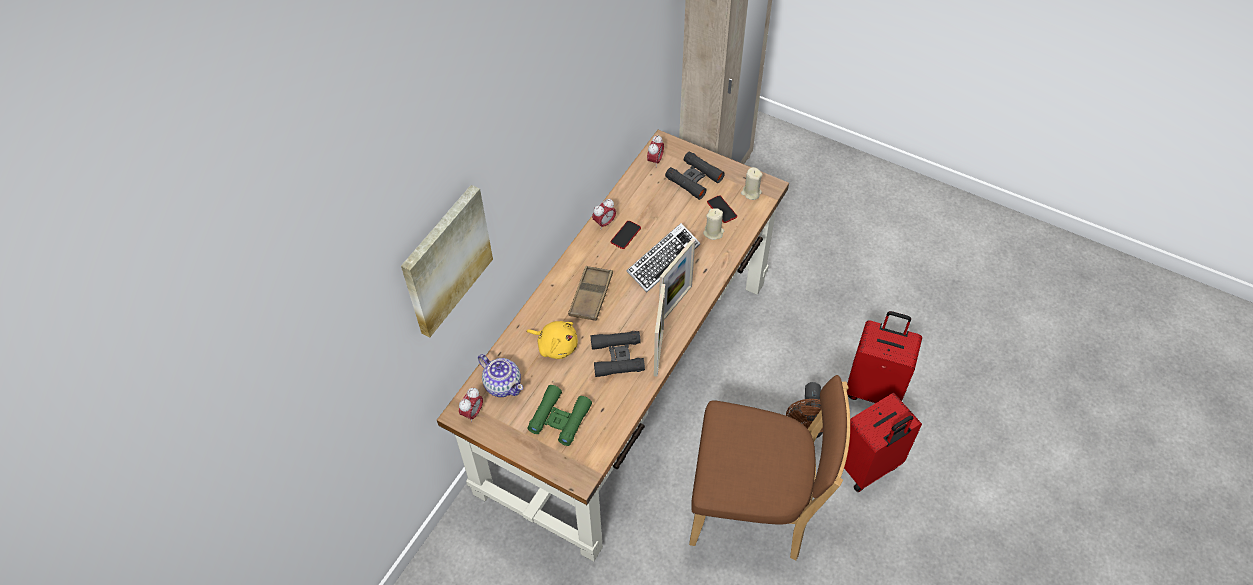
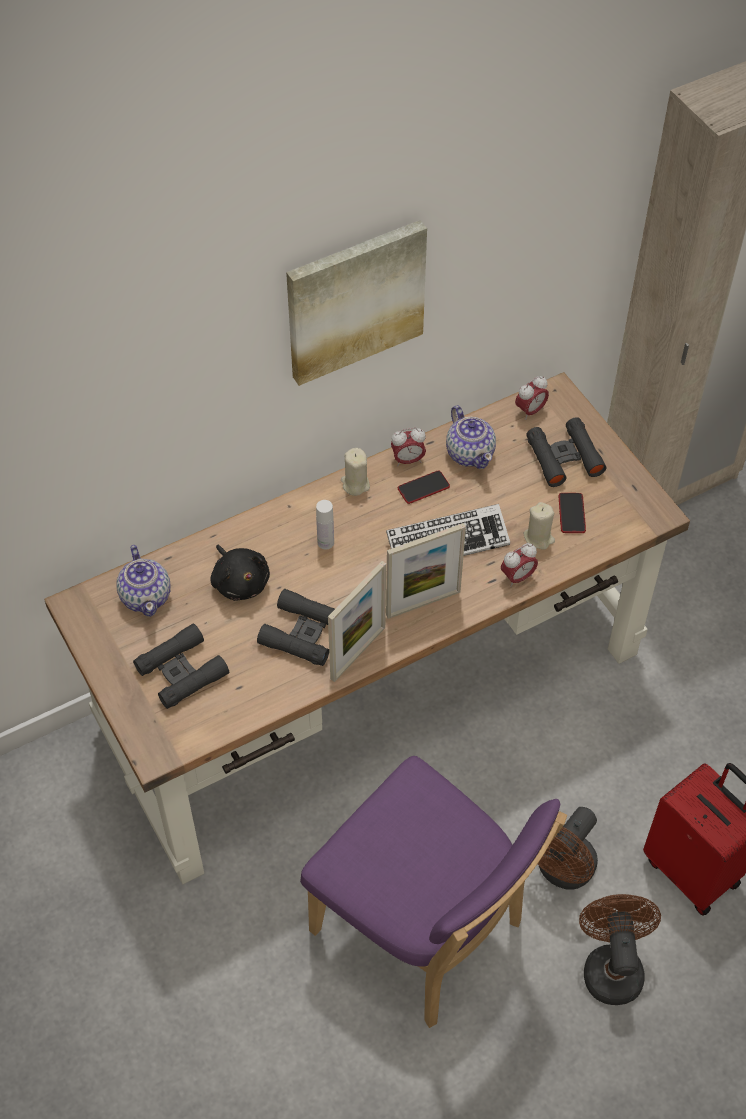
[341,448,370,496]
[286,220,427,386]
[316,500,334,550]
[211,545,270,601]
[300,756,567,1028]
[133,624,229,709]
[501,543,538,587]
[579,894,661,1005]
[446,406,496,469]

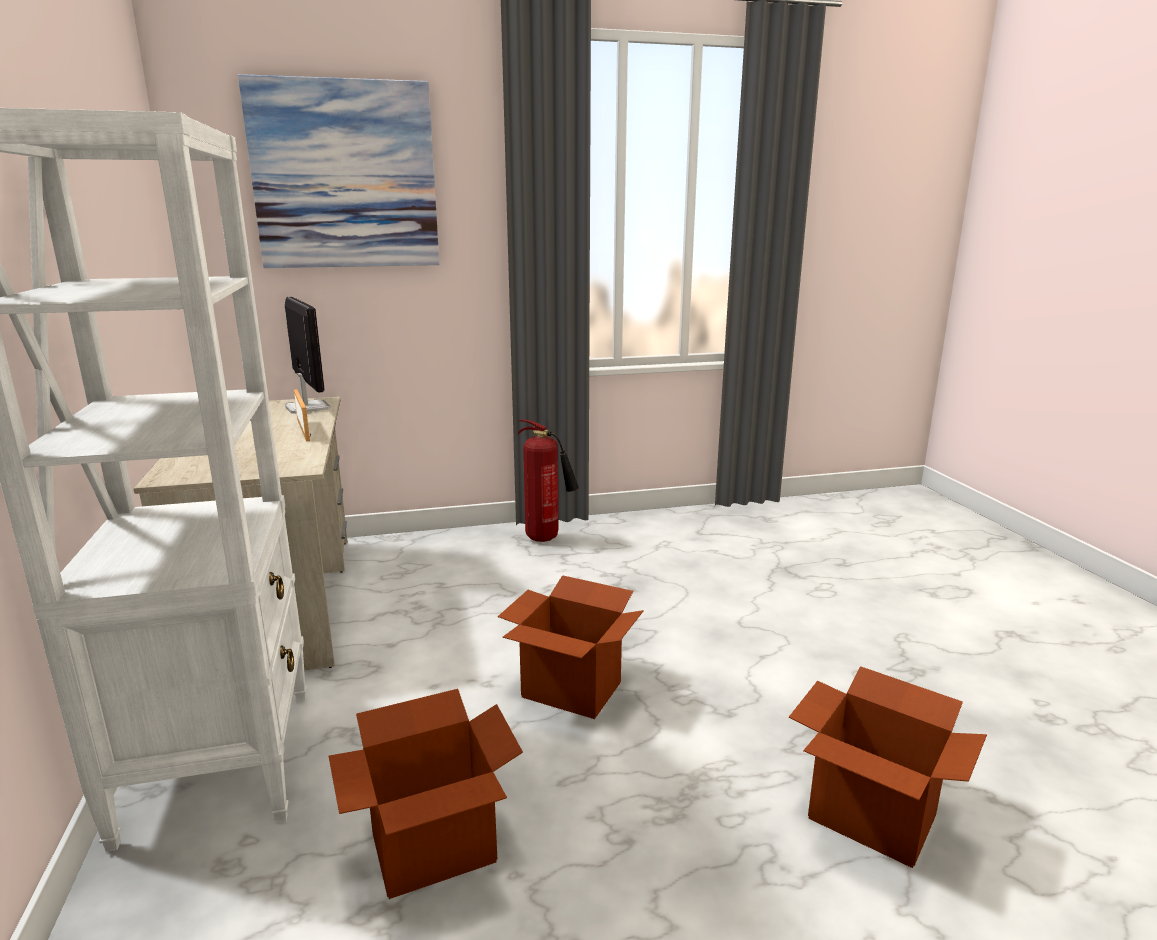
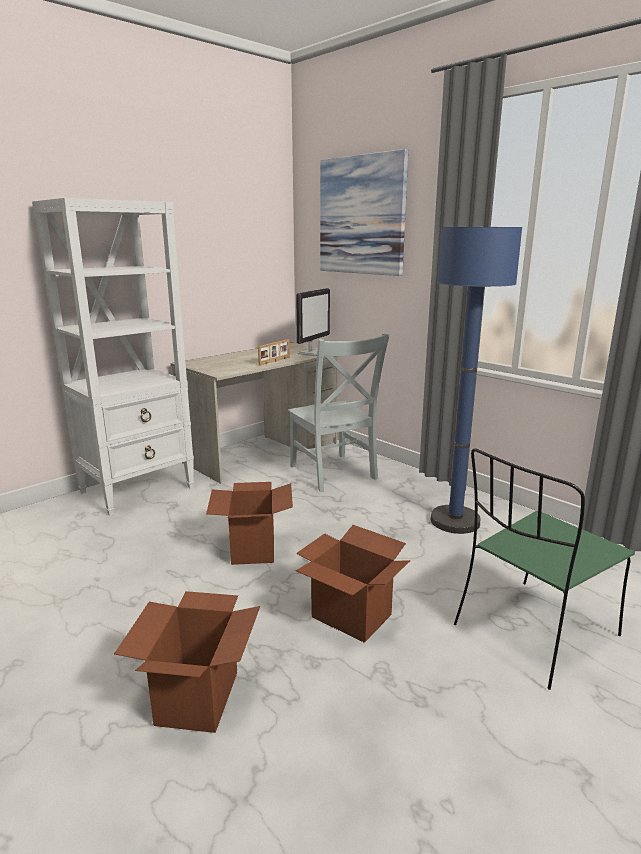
[518,419,579,542] (first image)
[296,525,410,643]
[430,226,522,534]
[288,333,390,492]
[454,449,635,690]

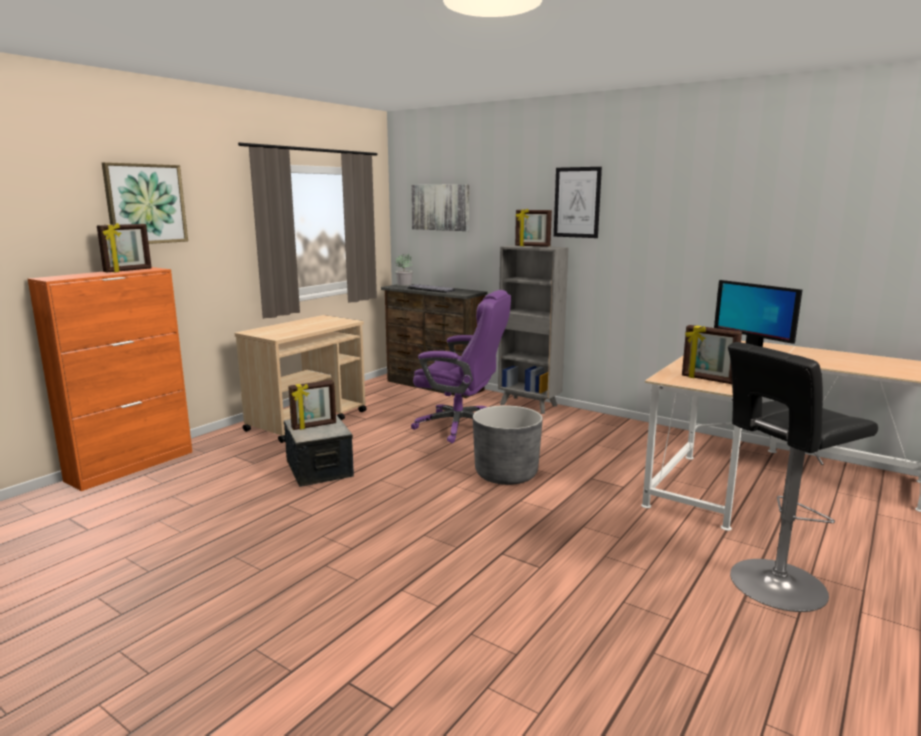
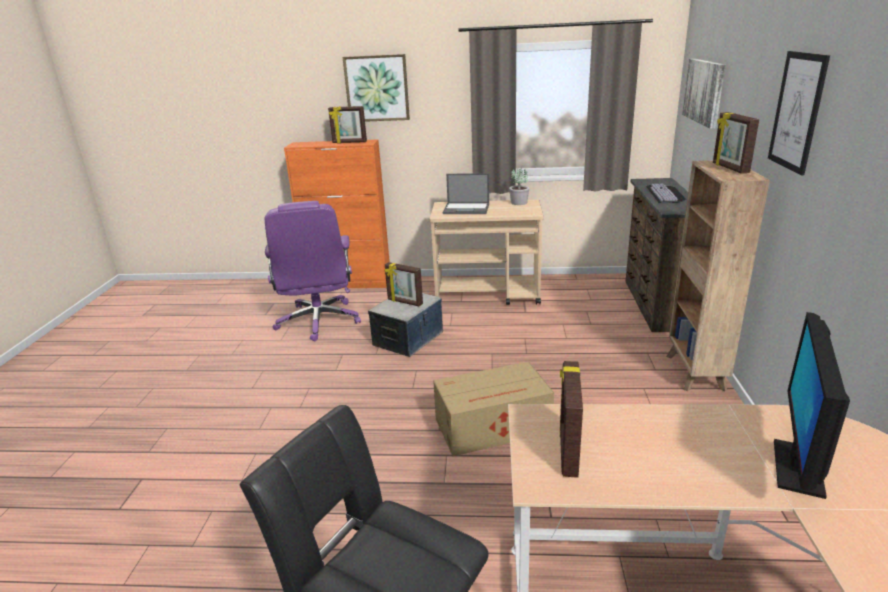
[666,160,770,392]
[509,168,529,205]
[265,201,361,341]
[433,362,554,456]
[443,173,489,214]

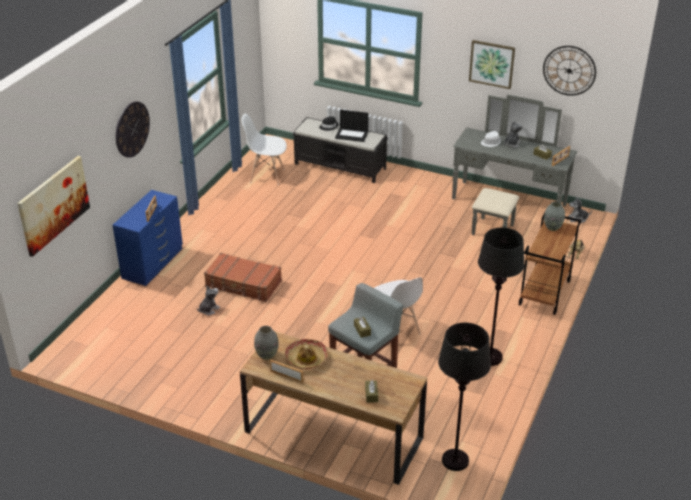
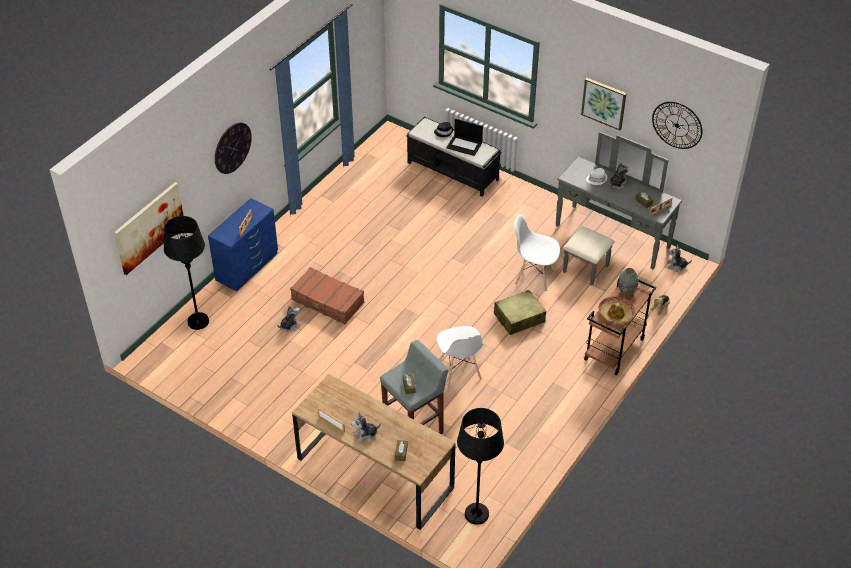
[514,214,560,291]
[164,216,209,330]
[254,326,278,360] (first image)
[598,296,634,323]
[494,290,546,335]
[351,412,381,443]

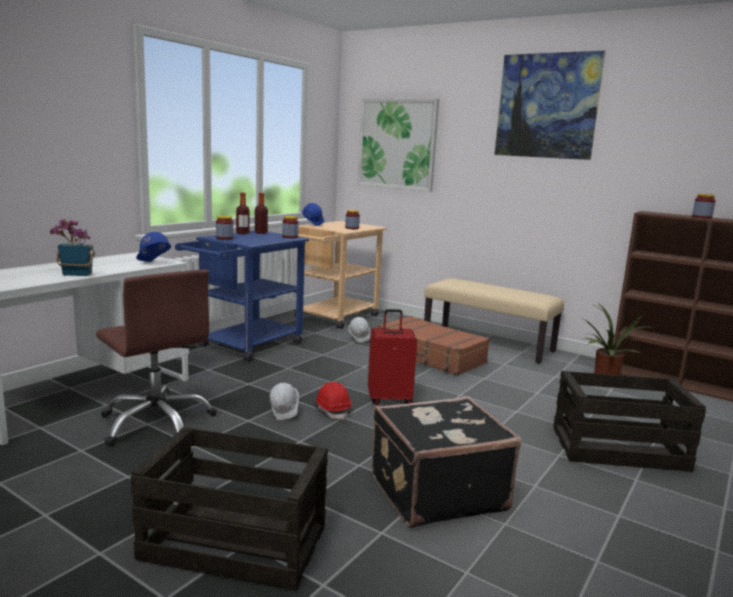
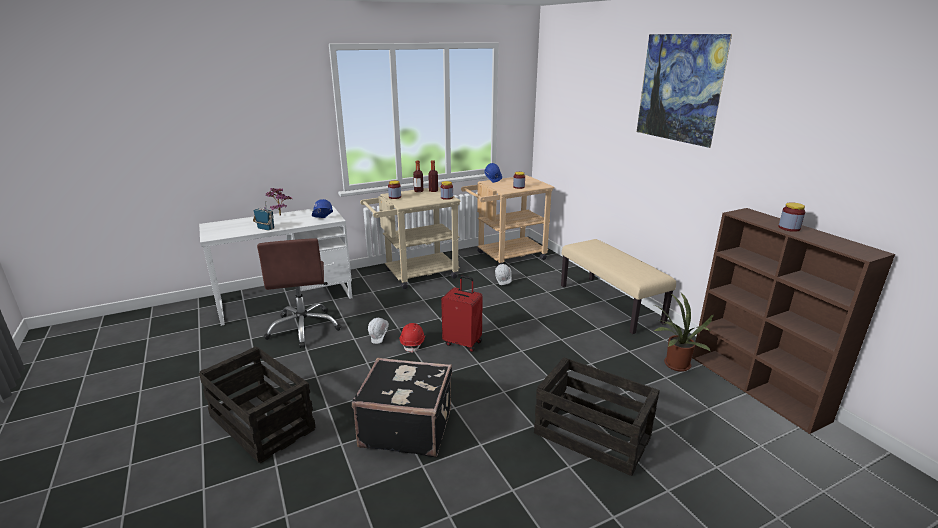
[358,98,439,192] (first image)
[360,187,461,289]
[378,316,490,376] (first image)

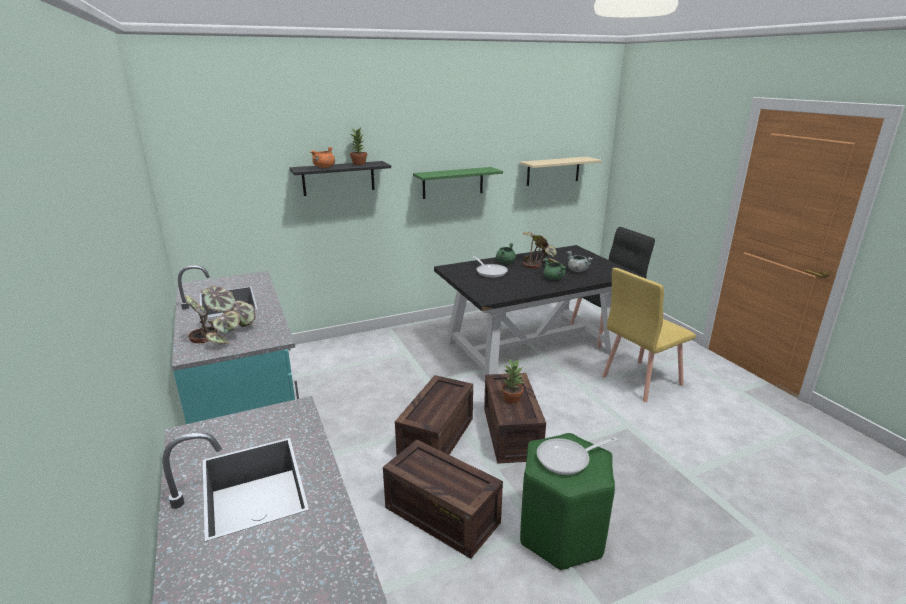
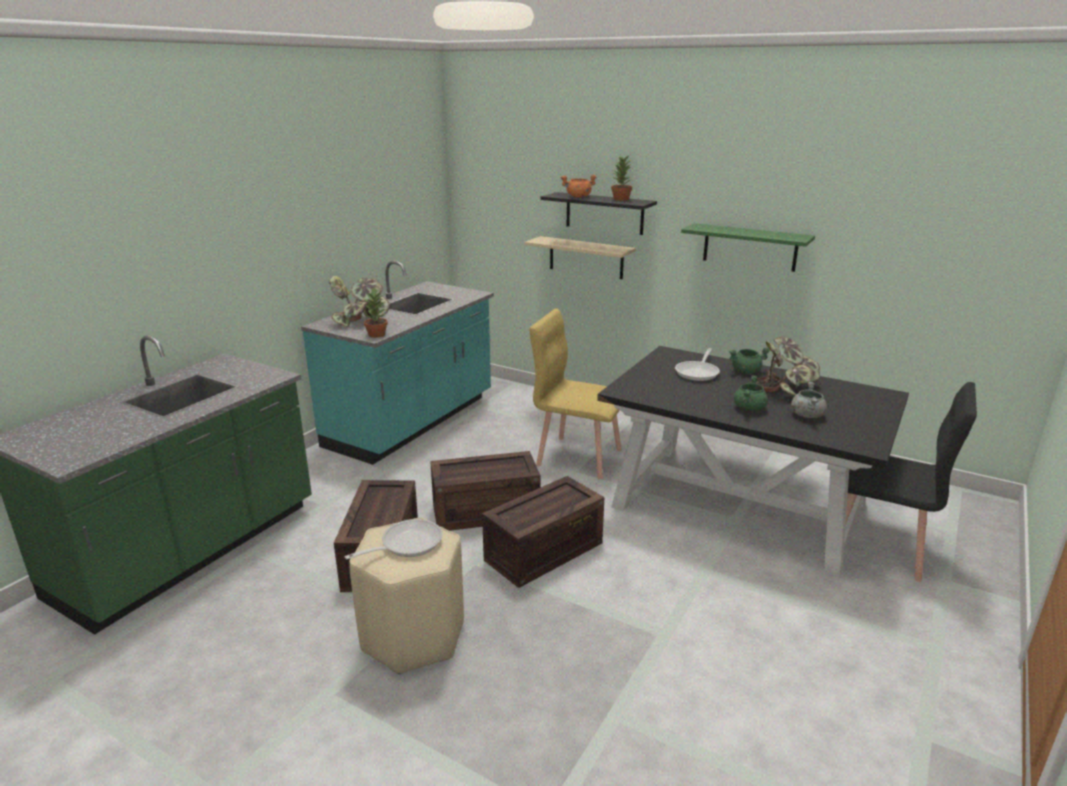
[524,236,636,279]
[530,308,621,479]
[364,288,388,338]
[350,517,464,674]
[345,519,443,559]

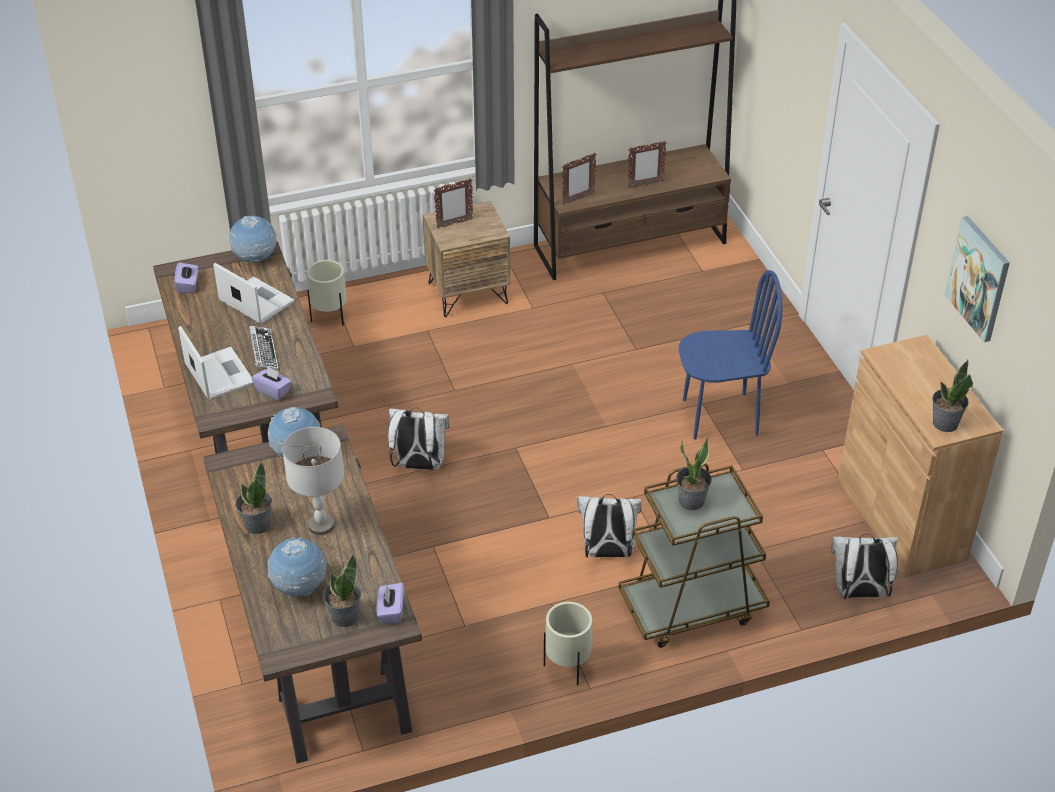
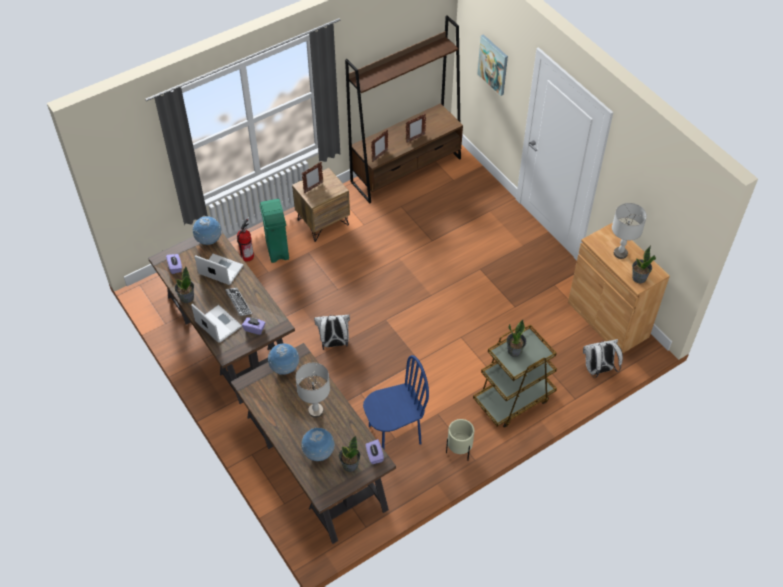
[478,34,508,96]
[237,219,254,262]
[363,355,429,449]
[175,267,194,303]
[577,494,642,557] (first image)
[260,199,289,263]
[612,203,647,259]

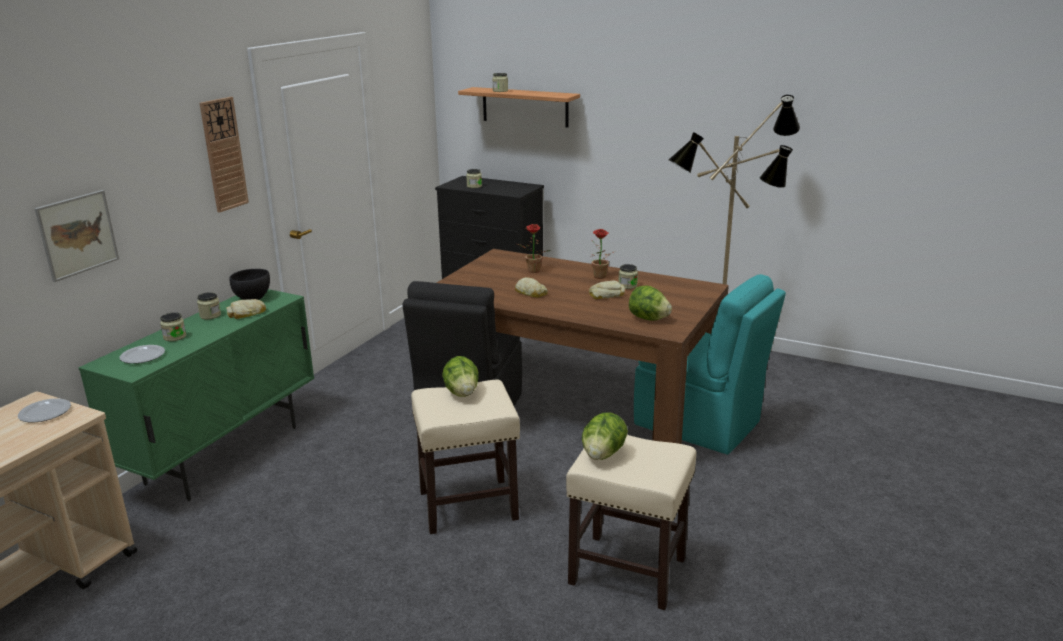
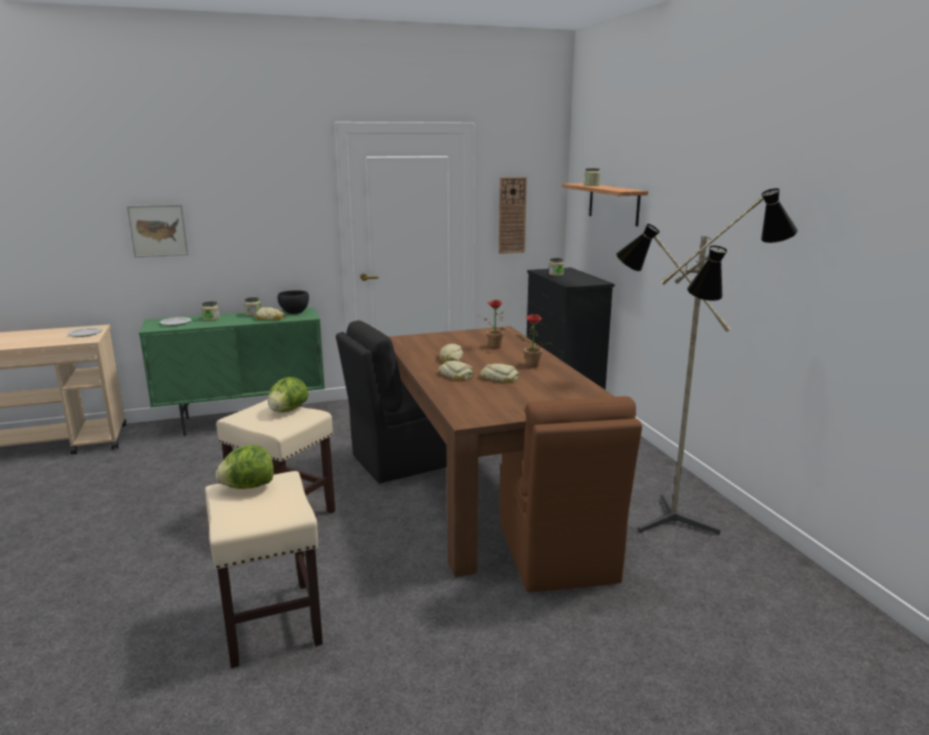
[499,177,527,254]
[618,264,638,289] (first image)
[500,396,642,592]
[629,285,672,321] (first image)
[438,361,474,381]

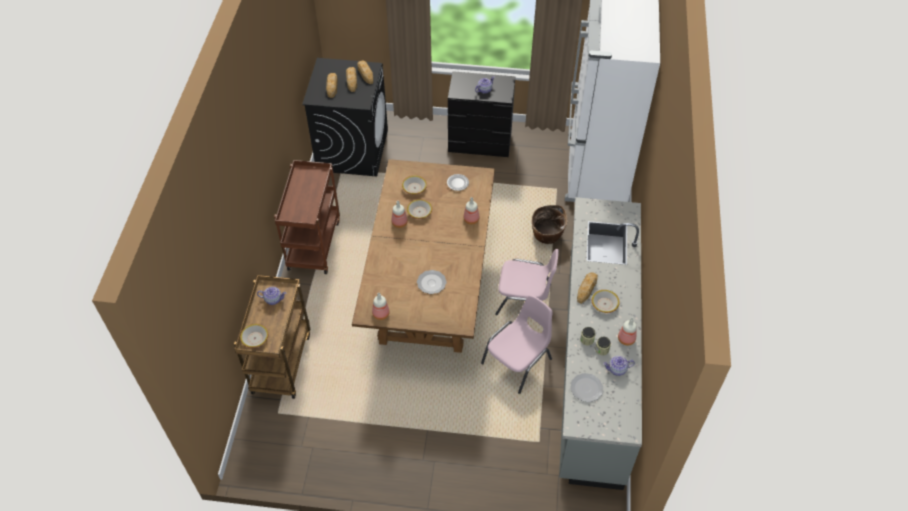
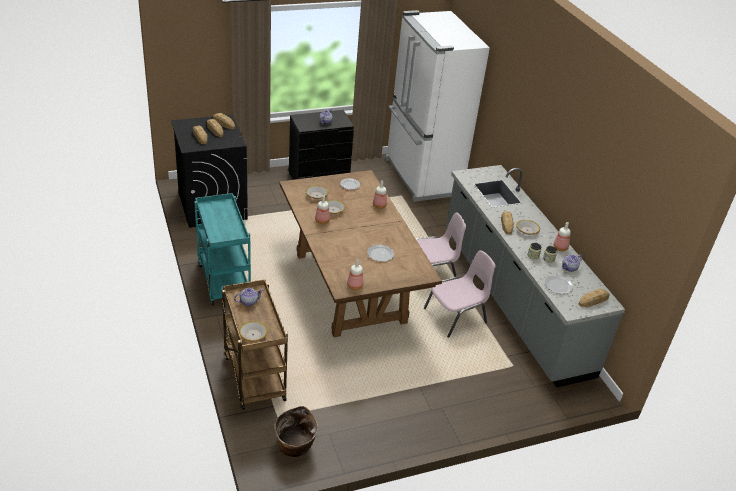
[194,193,251,306]
[275,406,318,457]
[424,250,496,337]
[578,289,610,307]

